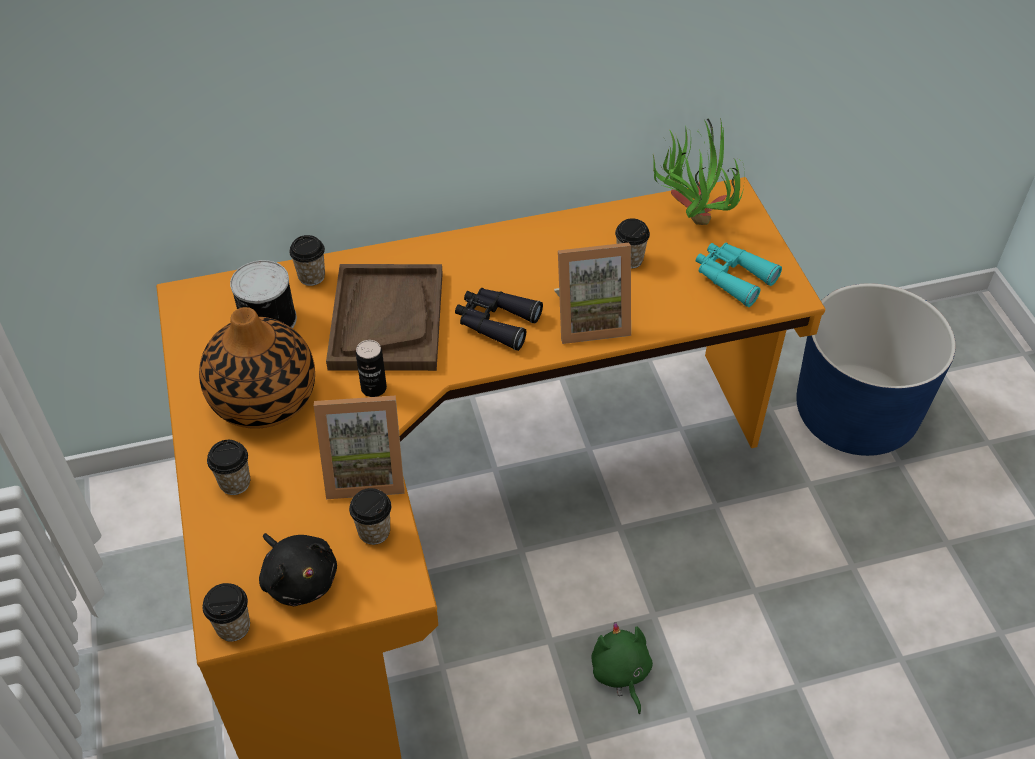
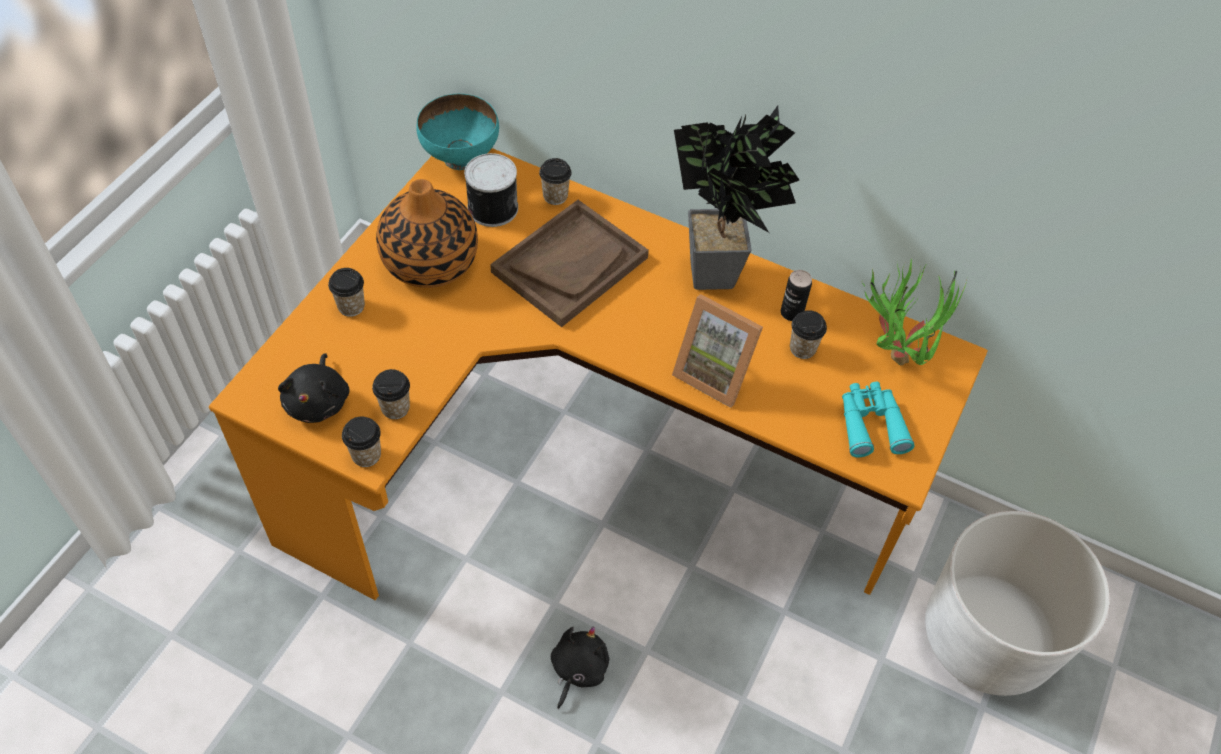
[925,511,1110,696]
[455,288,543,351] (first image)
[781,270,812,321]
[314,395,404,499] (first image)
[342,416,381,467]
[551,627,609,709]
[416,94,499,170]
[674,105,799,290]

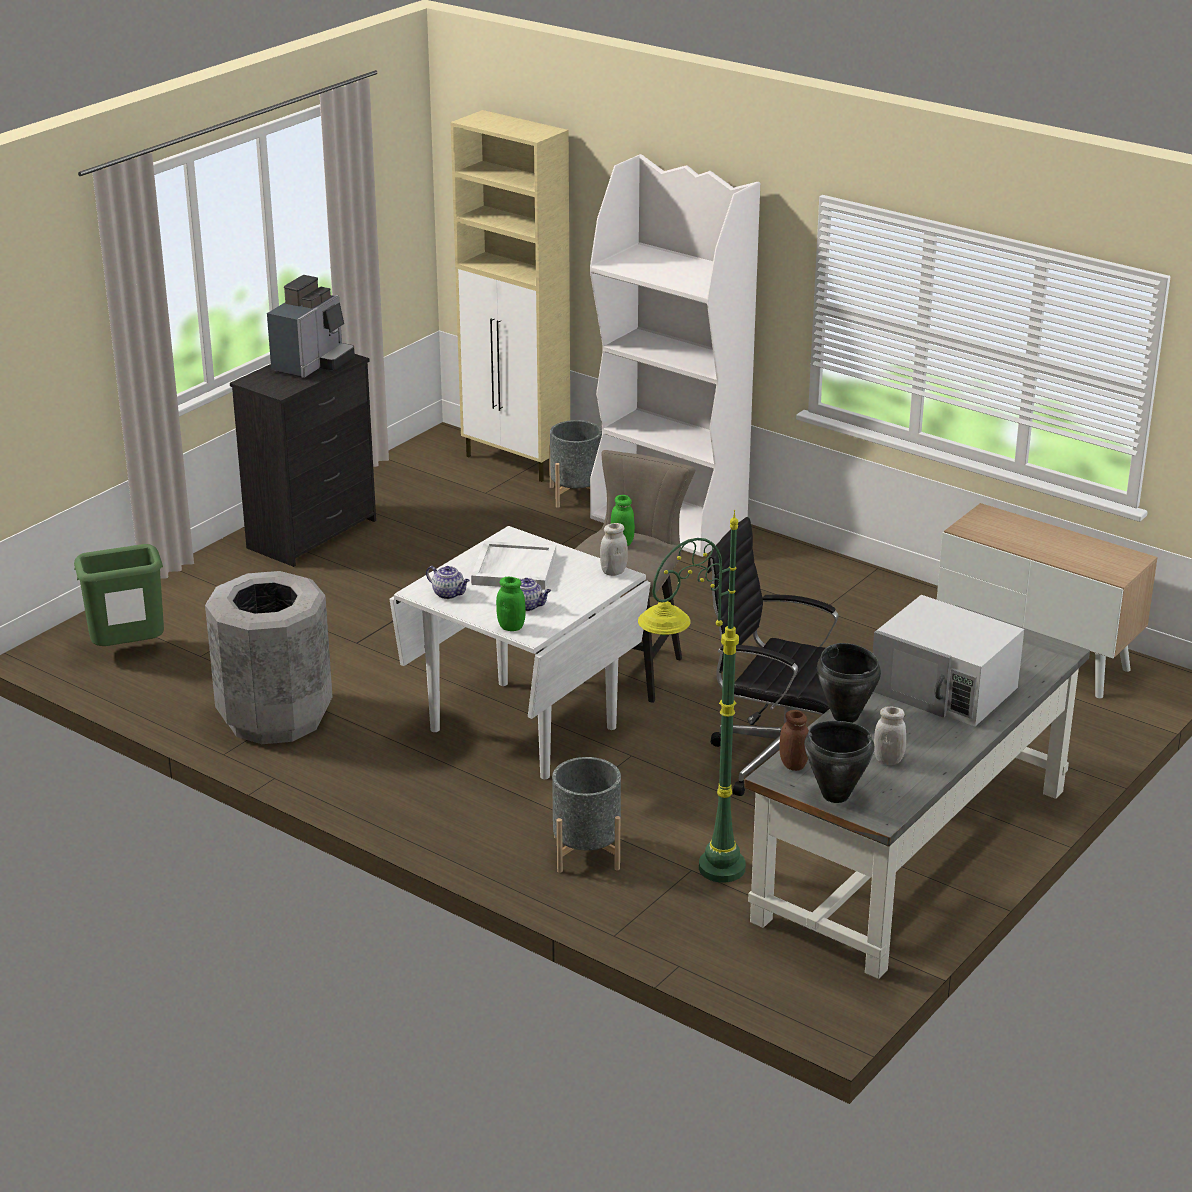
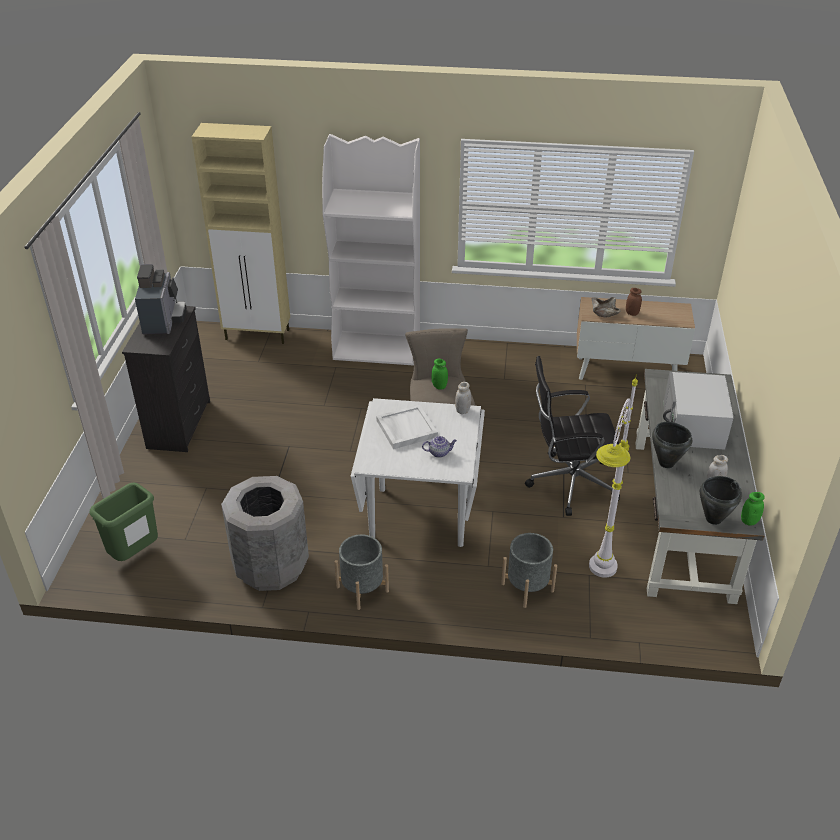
[334,534,389,610]
[589,375,638,578]
[426,566,470,599] (first image)
[741,492,765,525]
[663,372,733,450]
[626,288,642,316]
[591,297,621,317]

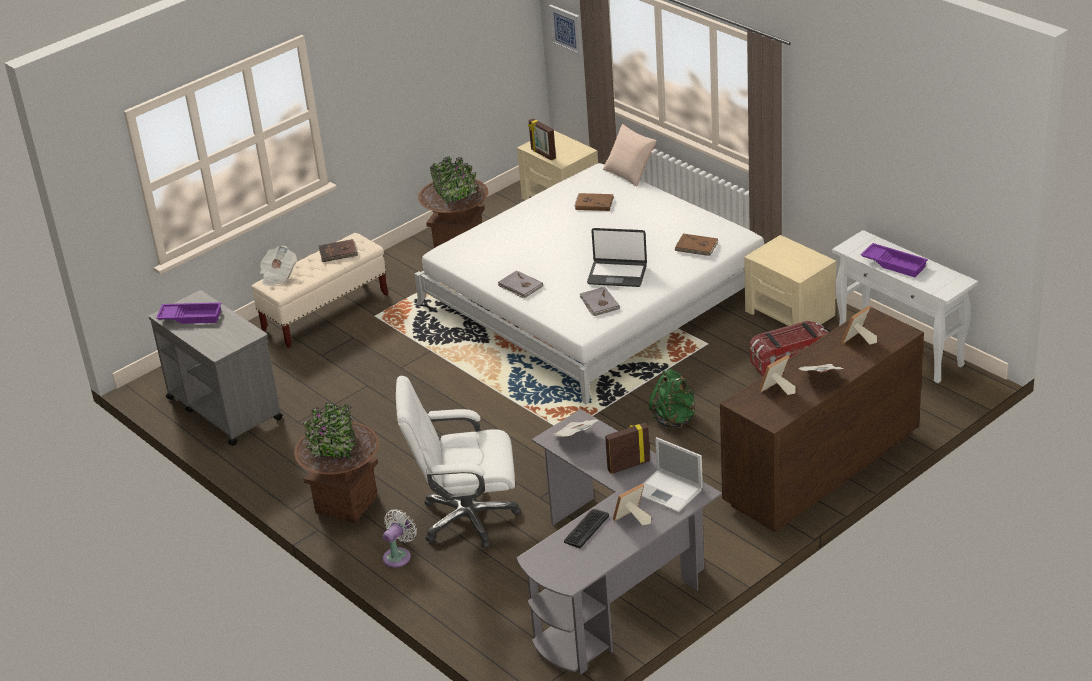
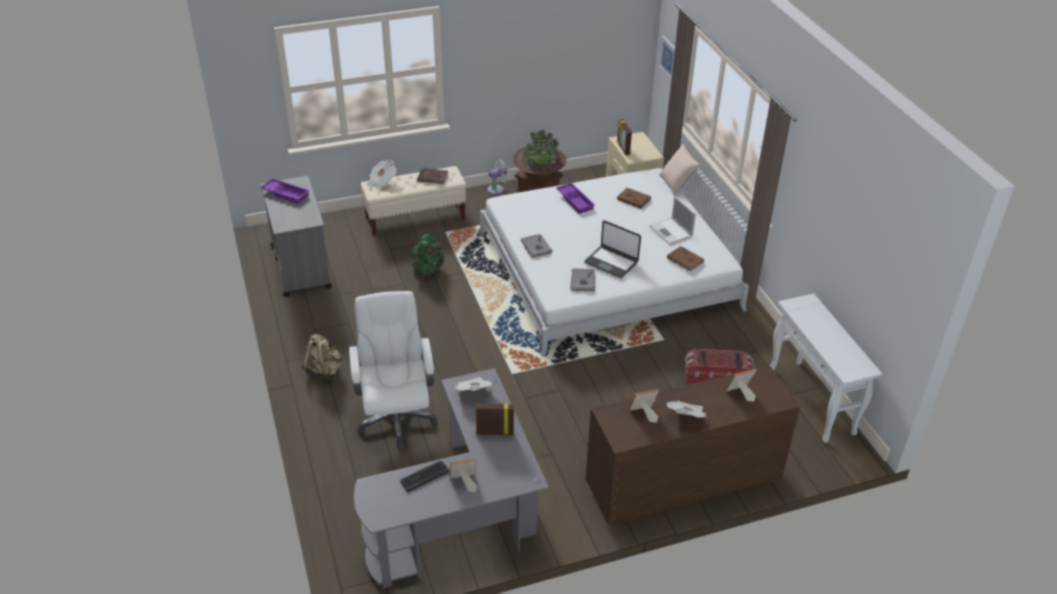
[744,235,836,326] (first image)
[556,183,595,214]
[411,234,445,278]
[349,291,438,449]
[302,334,342,381]
[650,196,696,245]
[487,160,510,195]

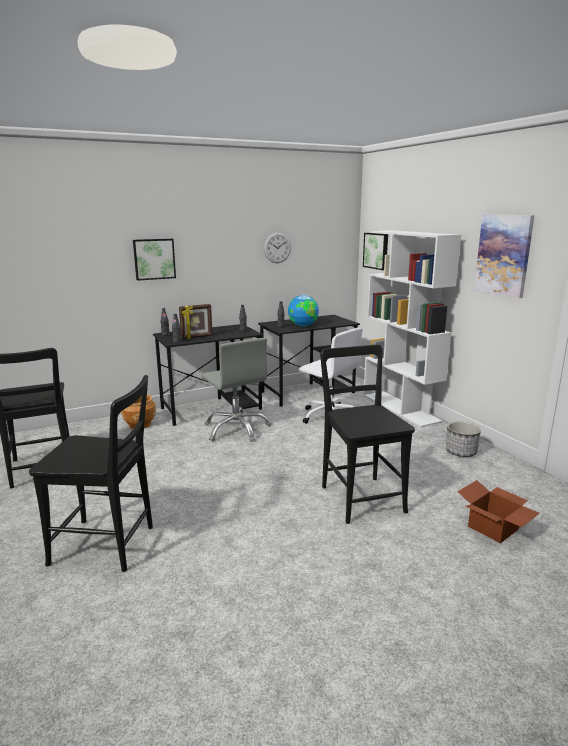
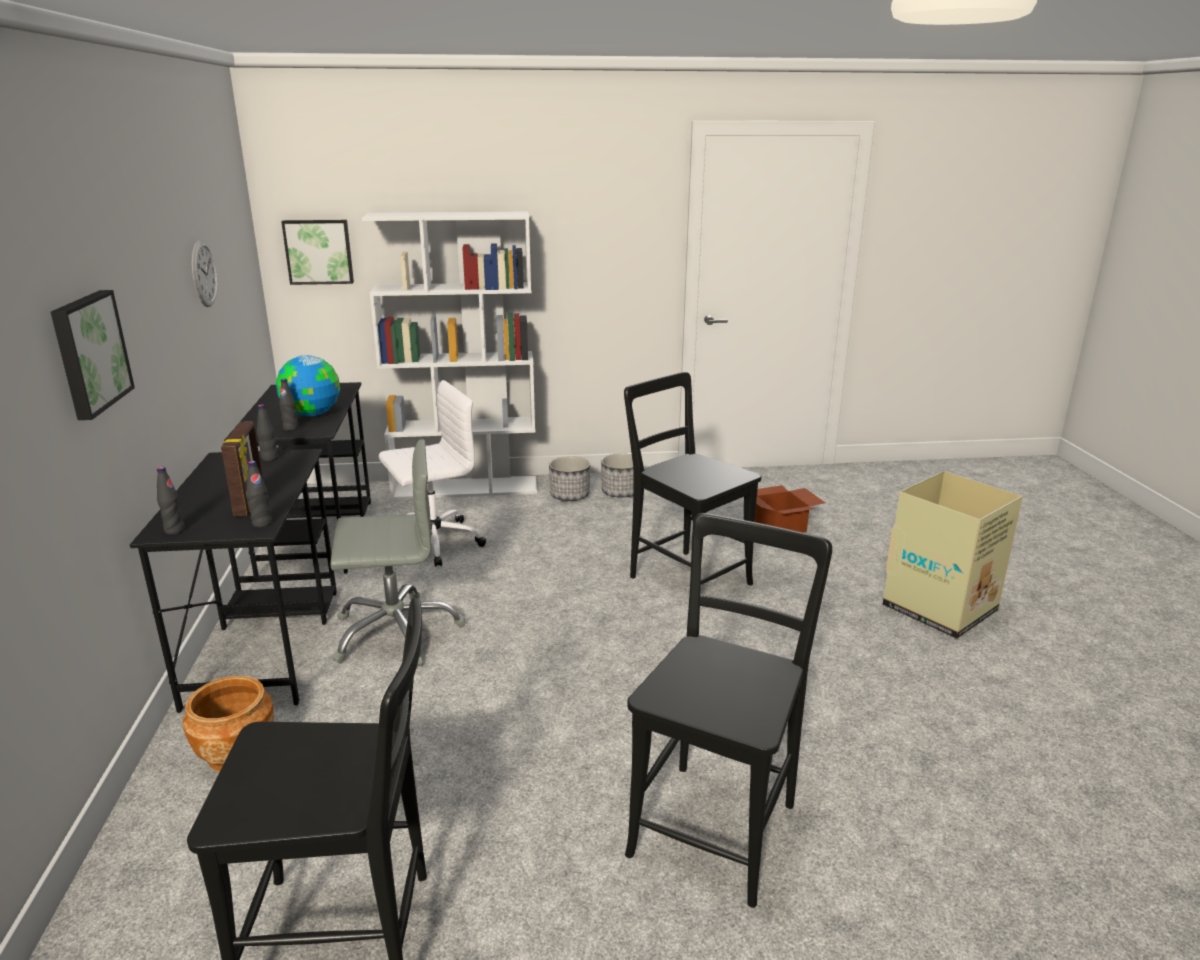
[474,215,534,298] (first image)
[624,372,762,585]
[549,456,590,501]
[883,471,1023,639]

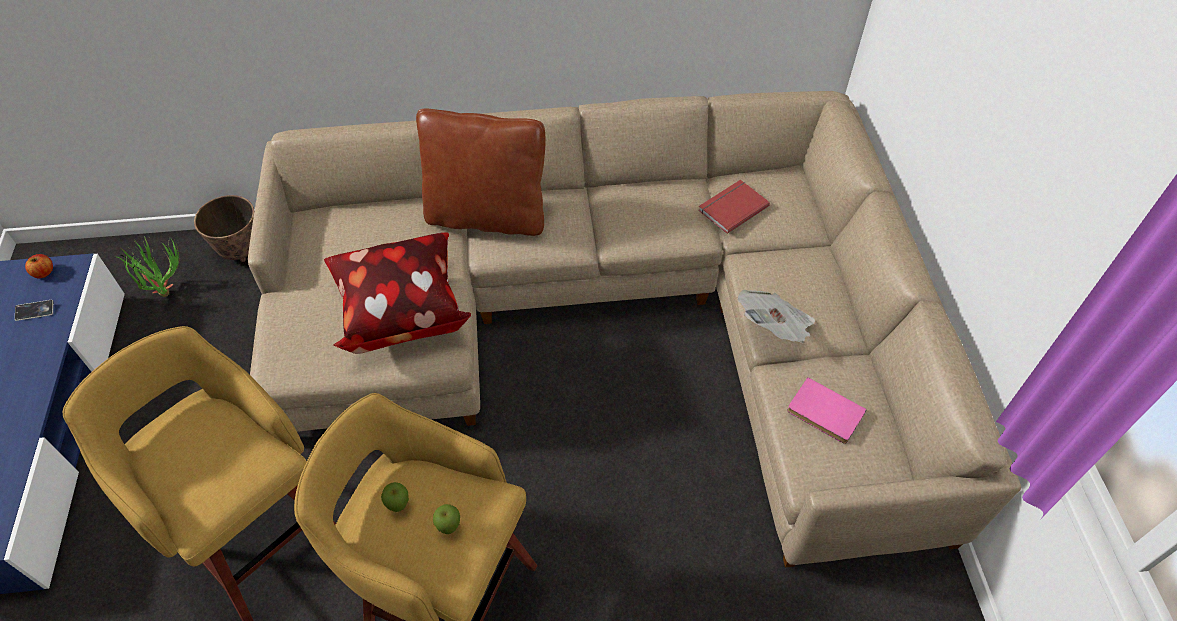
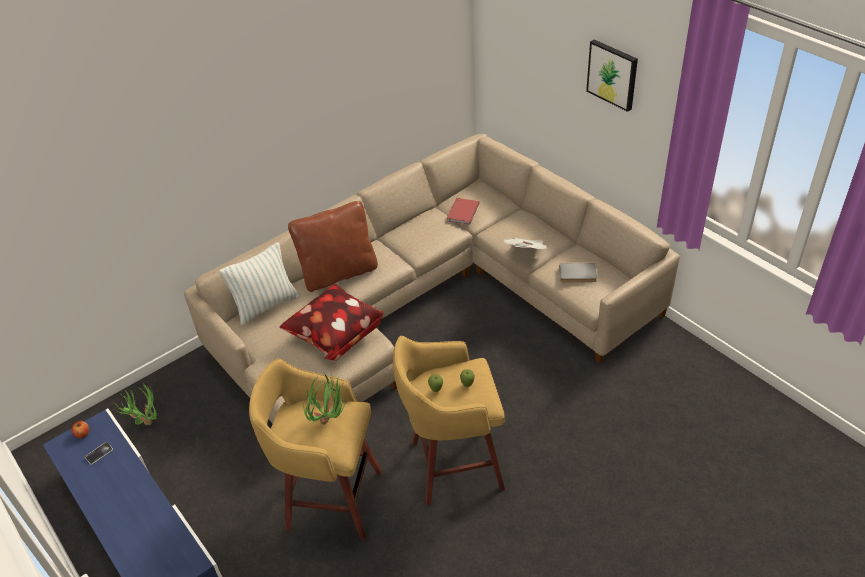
[194,195,254,262] (first image)
[559,263,597,282]
[586,40,638,112]
[219,242,299,326]
[304,371,346,424]

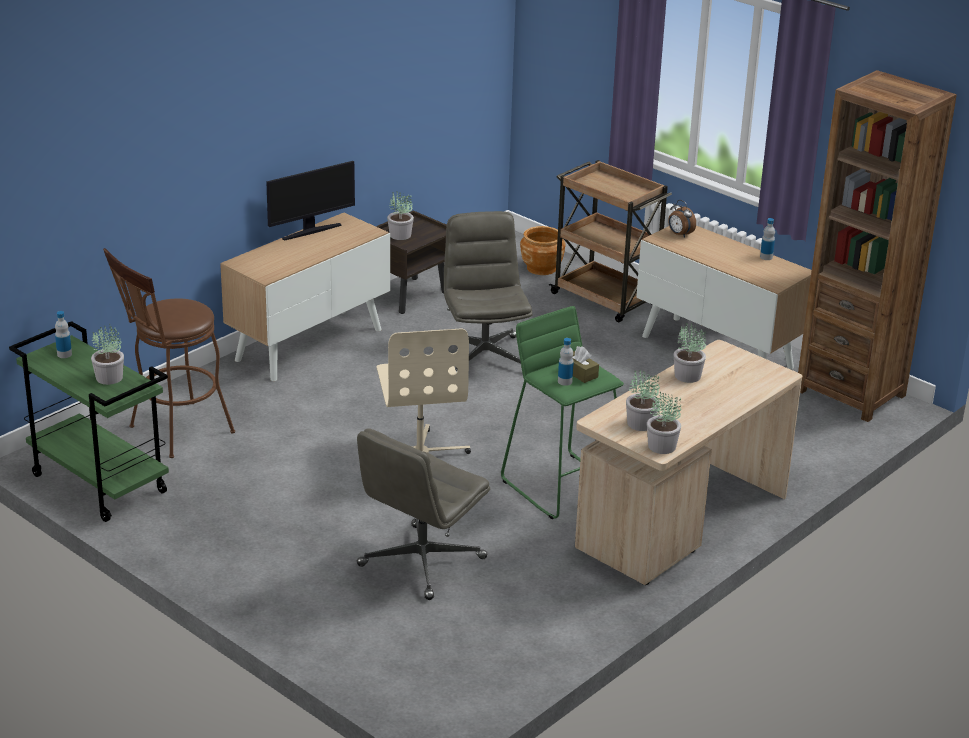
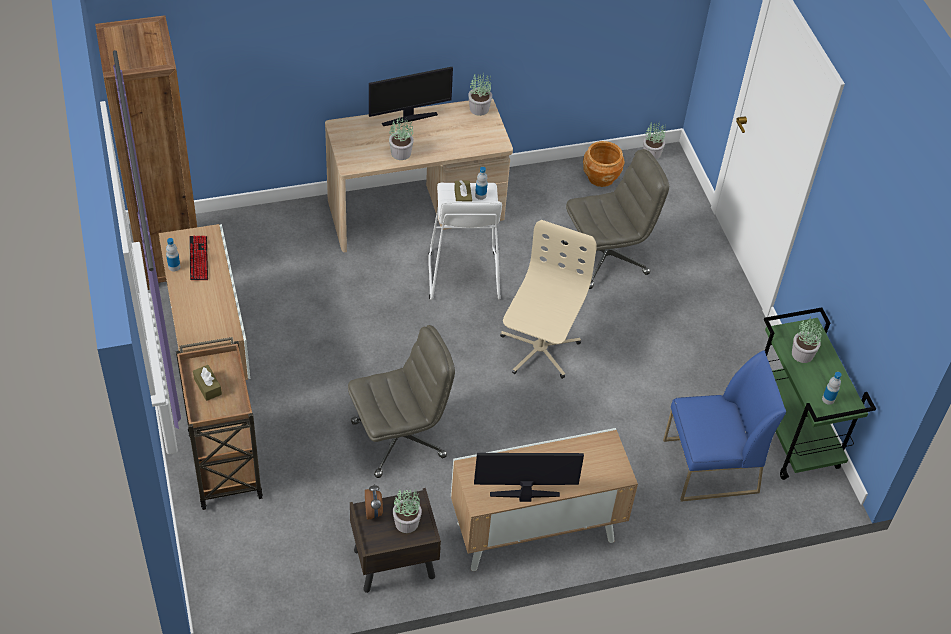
[365,484,383,520]
[348,325,455,478]
[583,141,625,187]
[663,350,786,502]
[428,183,502,300]
[643,122,666,160]
[369,67,453,126]
[189,236,208,280]
[193,365,222,401]

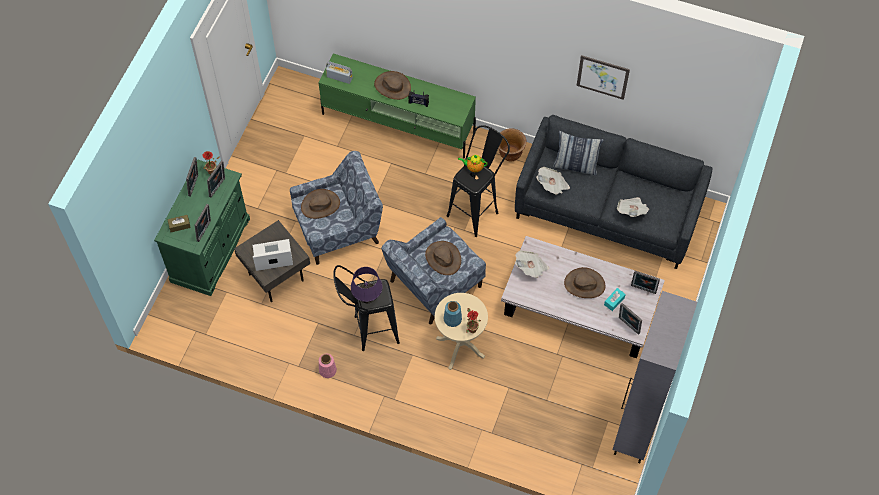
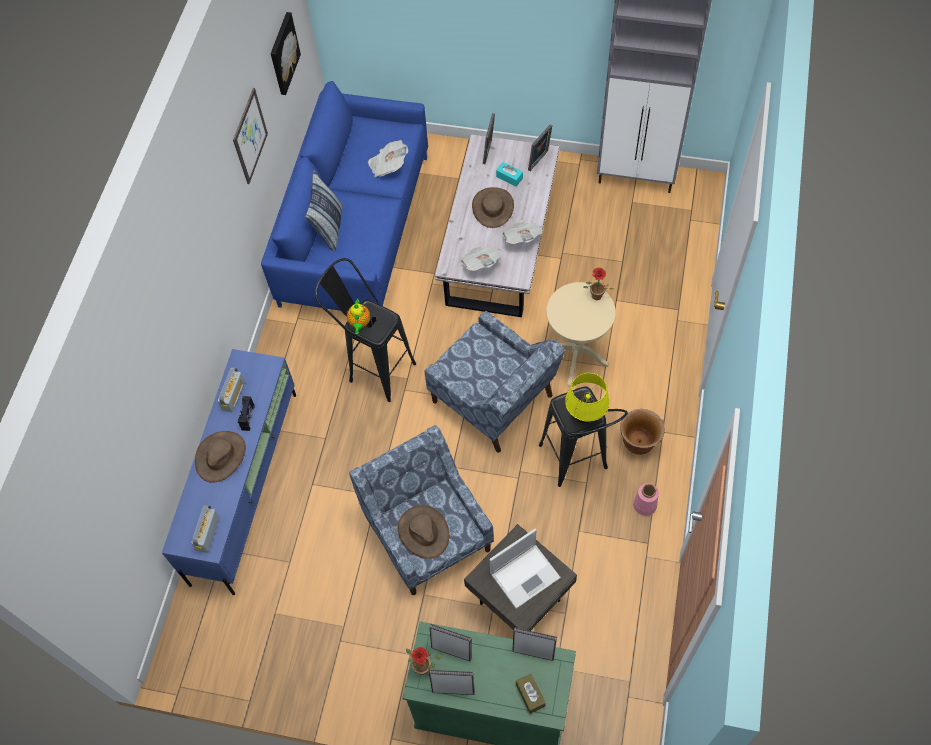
[162,349,296,595]
[261,81,428,311]
[620,409,665,455]
[502,220,543,244]
[490,529,561,609]
[425,241,461,275] (first image)
[565,373,610,424]
[444,301,462,327] (first image)
[271,12,301,95]
[218,367,245,413]

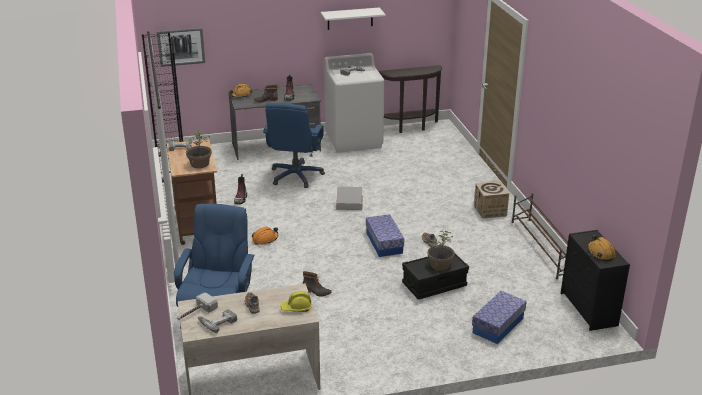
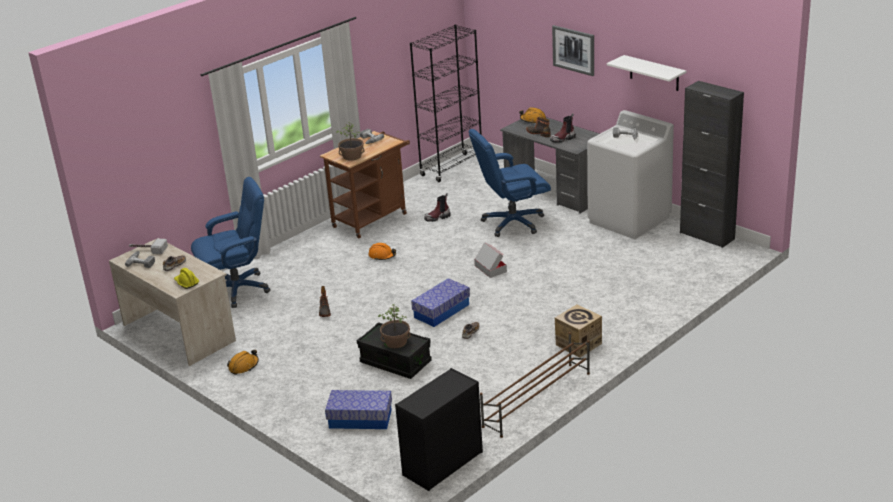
[552,25,594,76]
[680,81,744,248]
[227,350,259,375]

